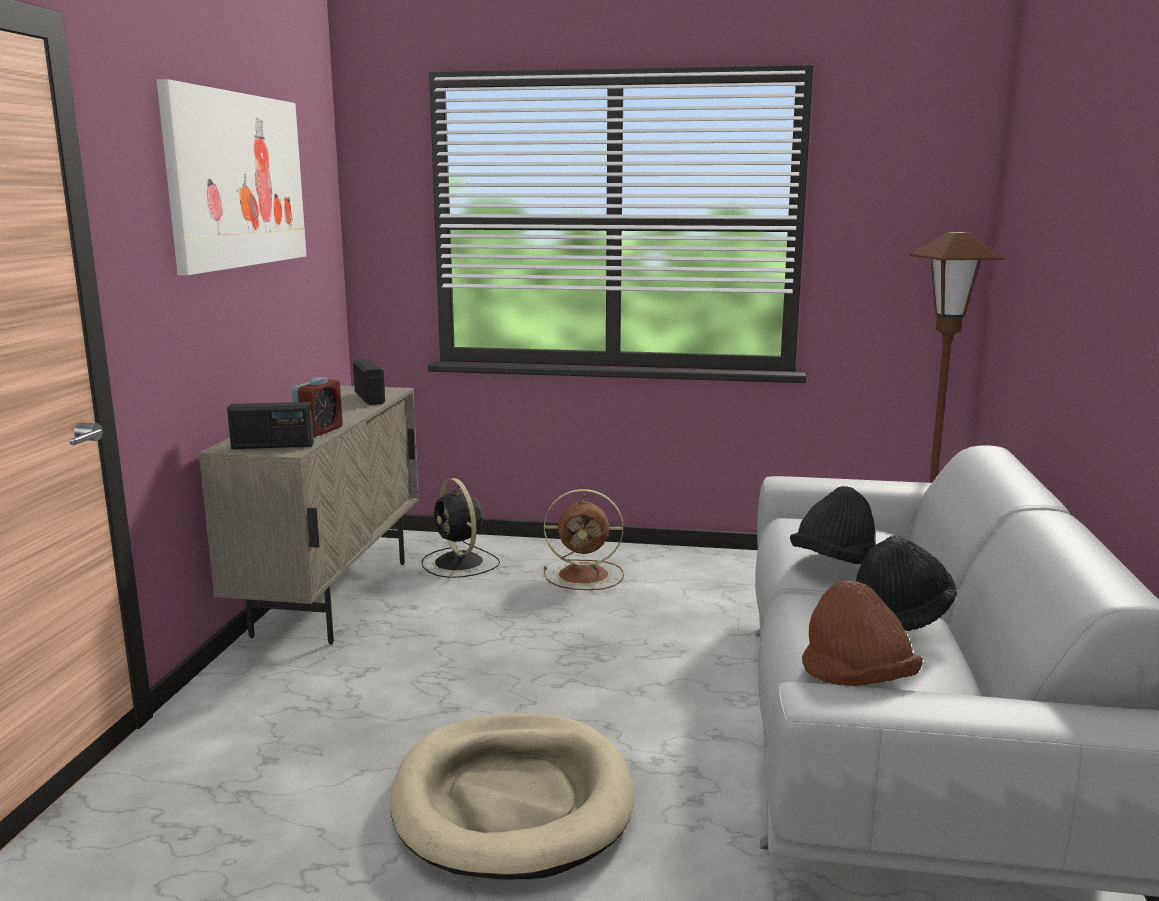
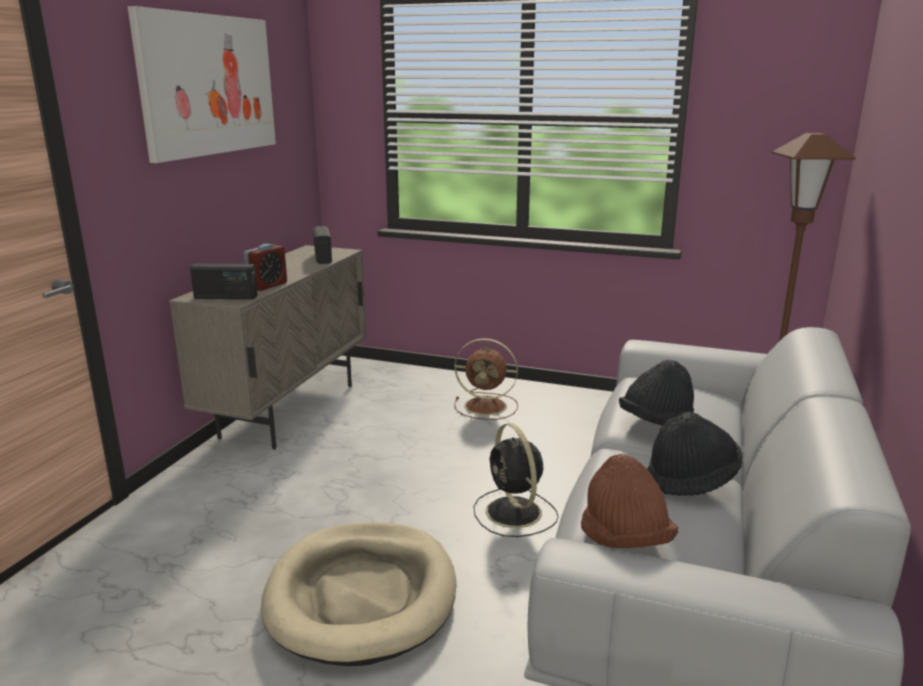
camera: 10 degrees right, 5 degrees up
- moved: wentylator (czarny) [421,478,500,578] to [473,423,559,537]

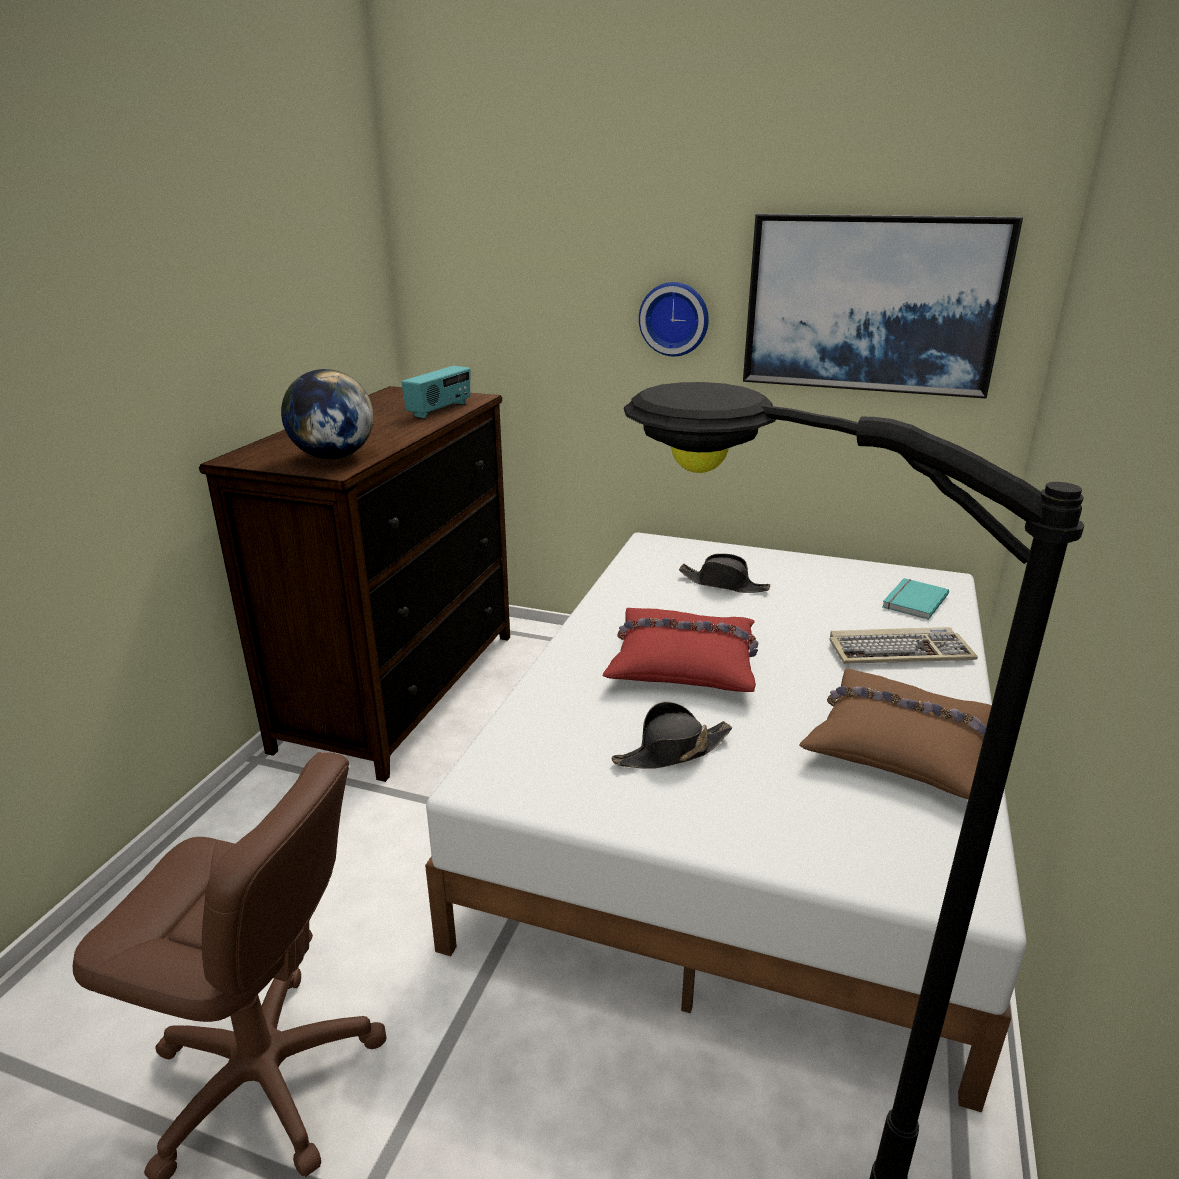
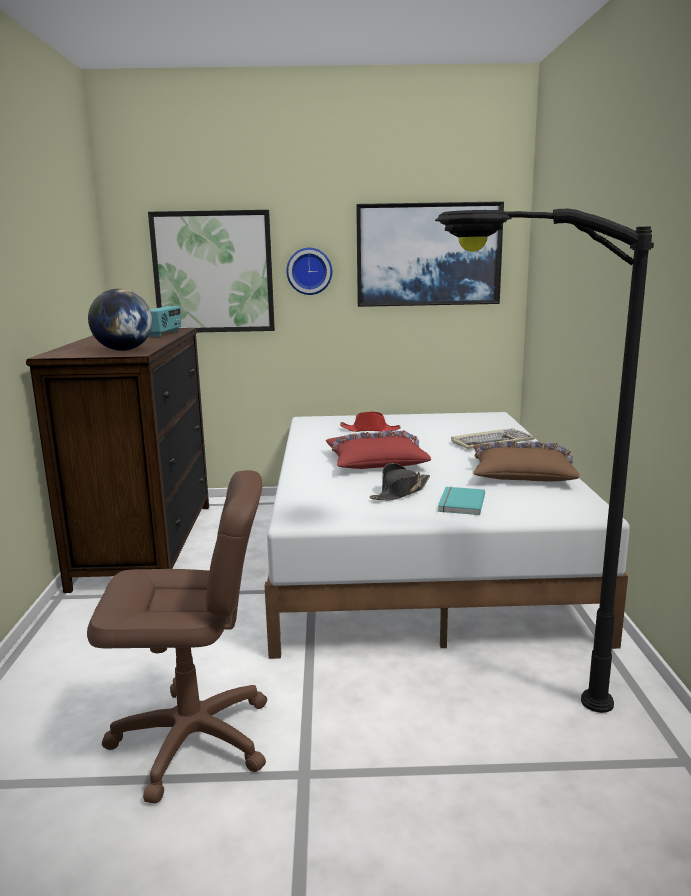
camera: 20 degrees left, 10 degrees down
- added: obraz [148,210,275,332]
- recoloured: kapelusz (czarny) [679,554,770,593] to kapelusz (czerwony) [340,412,401,432]
- moved: książka (turkusowy) [882,578,949,620] to [438,487,485,515]

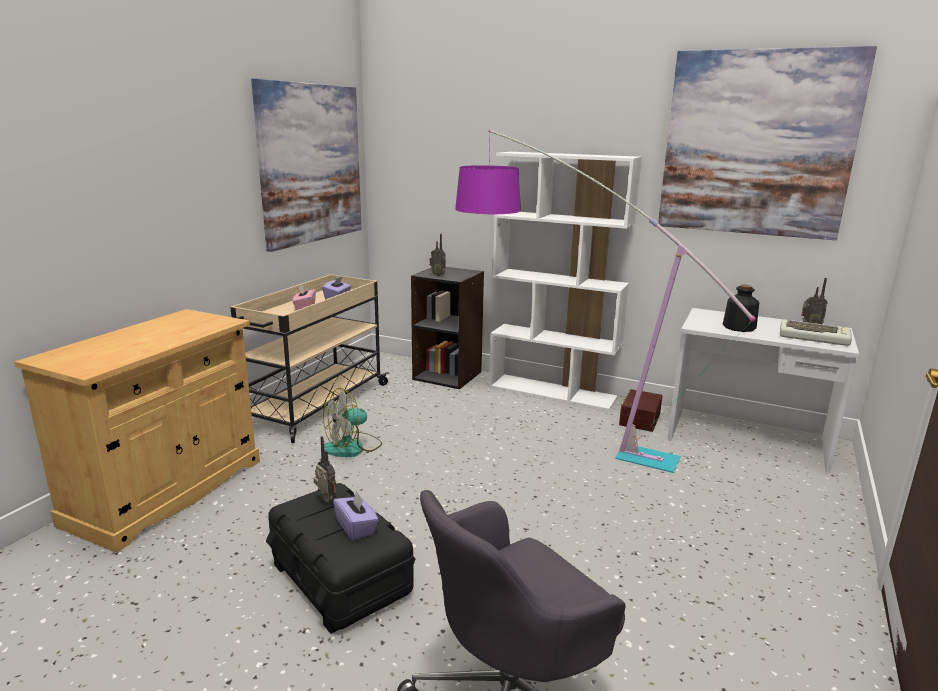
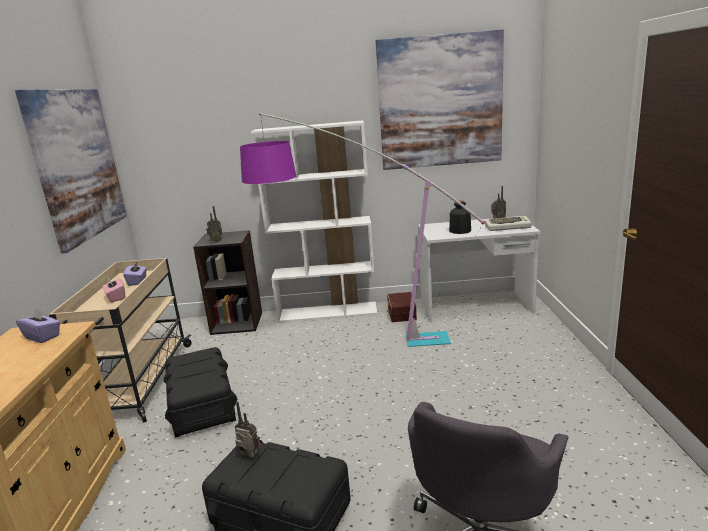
camera: 25 degrees left, 0 degrees up
- moved: pudełko chusteczek (fioletowy) [333,490,378,541] to [16,308,60,343]
- replaced: wentylator [323,388,382,457] to pojemnik do przechowywania (czarny) [164,347,237,438]

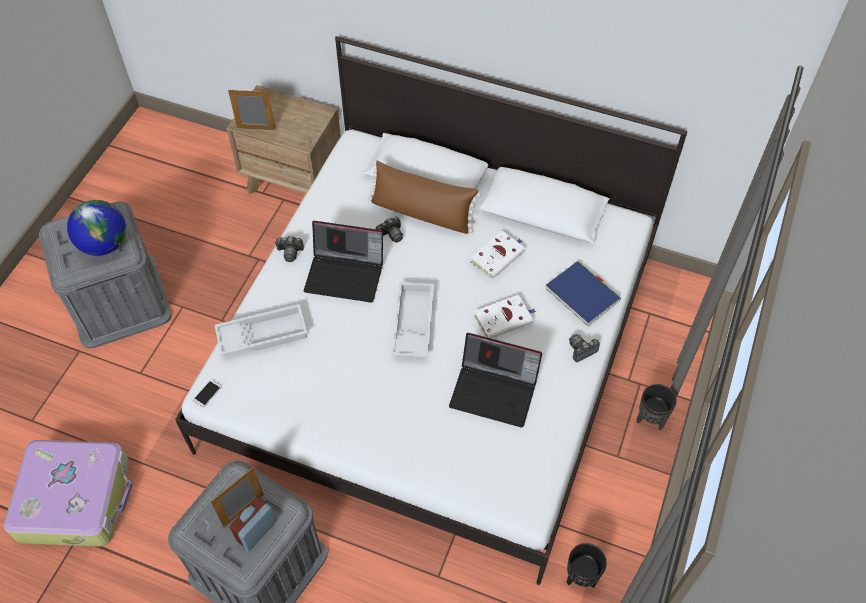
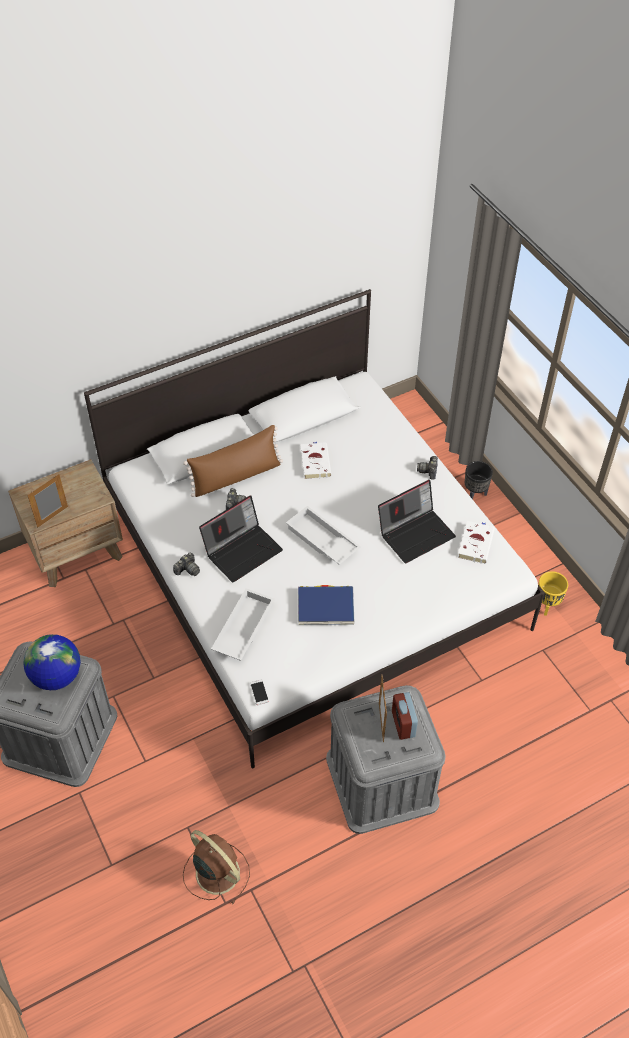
camera: 50 degrees left, 5 degrees down
- replaced: walizka [4,440,133,546] to wentylator (brązowy) [183,830,250,904]
- moved: książka (niebieski) [546,261,621,327] to [298,585,354,625]
- moved: książka (biały) [474,295,536,338] to [458,521,495,564]
- recoloured: donica (czarny) [567,543,607,588] to donica (żółty) [538,571,568,616]

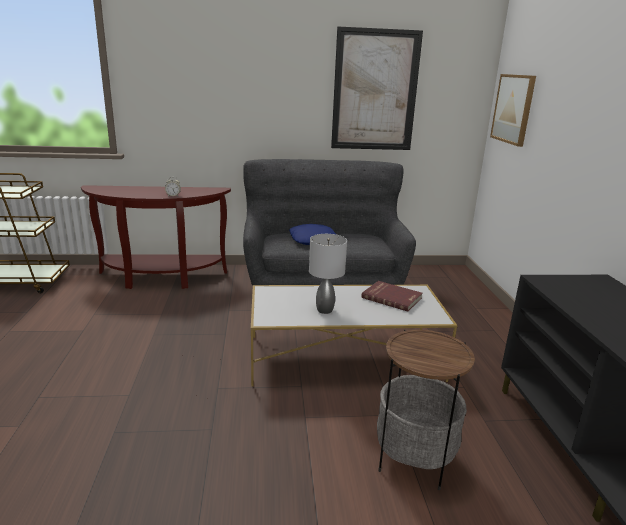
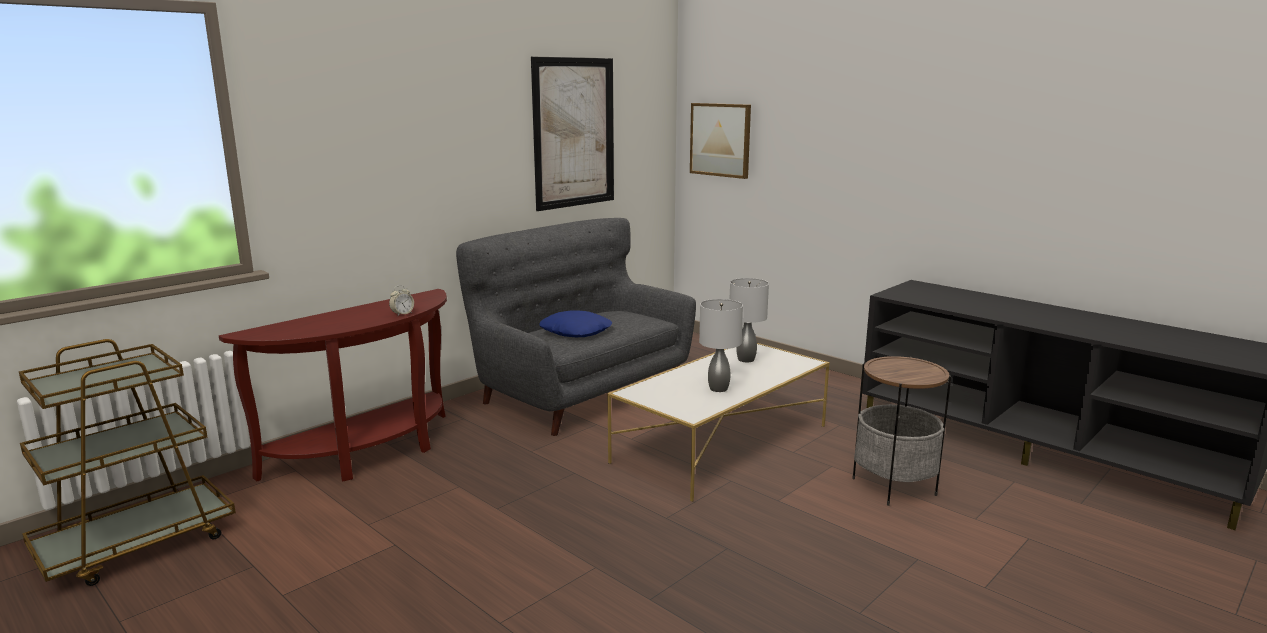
camera: 40 degrees left, 5 degrees down
- replaced: książka (czerwony) [361,281,422,312] to lampa stołowa (szary) [729,278,769,362]

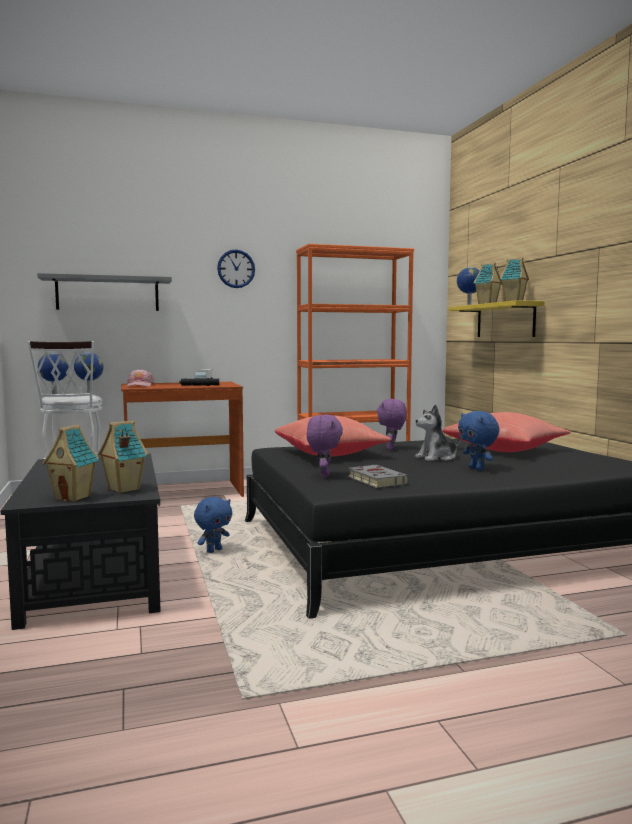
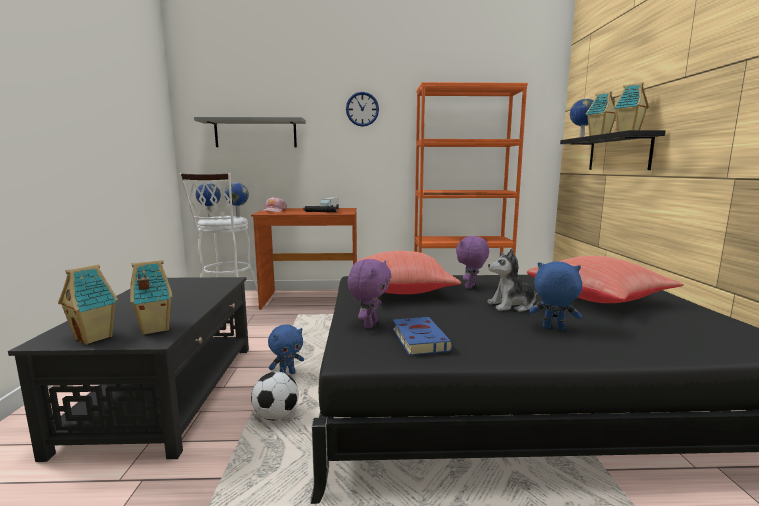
camera: 15 degrees right, 5 degrees up
- added: piłka futbolowa [251,372,299,420]
- recoloured: książka (szary) [348,465,409,488] to książka (niebieski) [393,317,453,355]
- turned: pluszak (niebieski) [458,411,499,471] = [529,261,582,331] 120 degrees clockwise
- recoloured: półka (żółty) [449,300,545,337] to półka (czarny) [560,130,666,170]

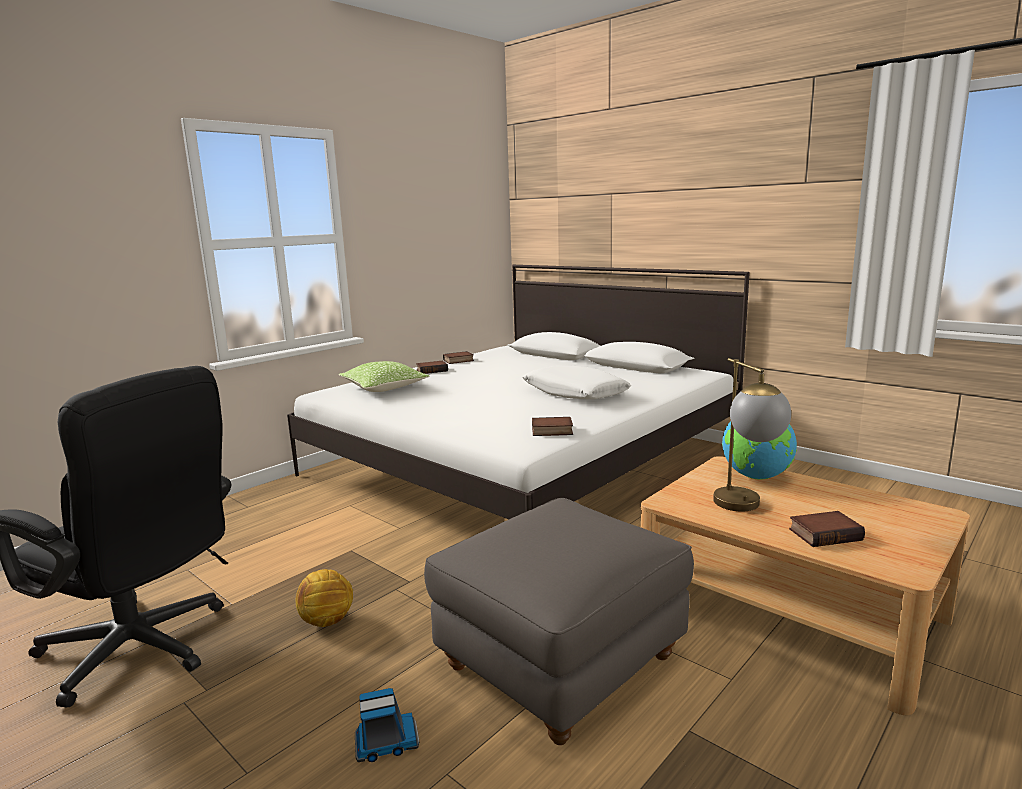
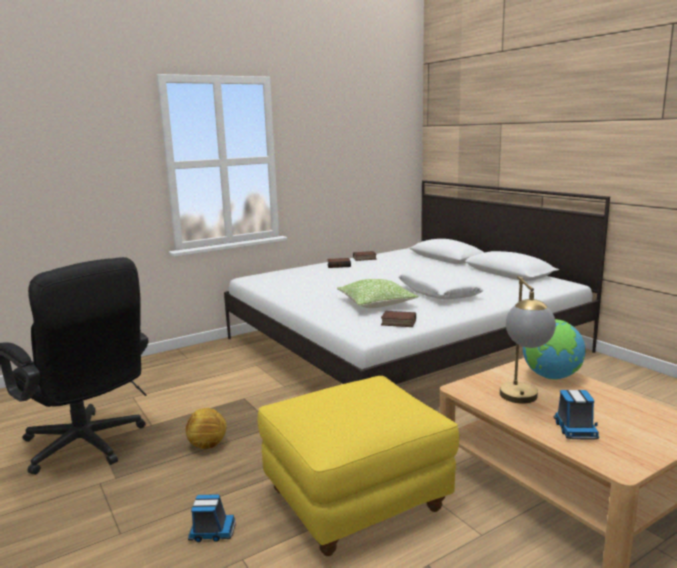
camera: 15 degrees right, 0 degrees up
- recoloured: pufa (szary) [424,498,694,745] to pufa (żółty) [258,376,459,556]
- moved: poduszka [339,361,429,392] to [337,279,419,308]
- replaced: książka [789,511,865,547] to ciężarówka zabawkowa [553,390,599,440]

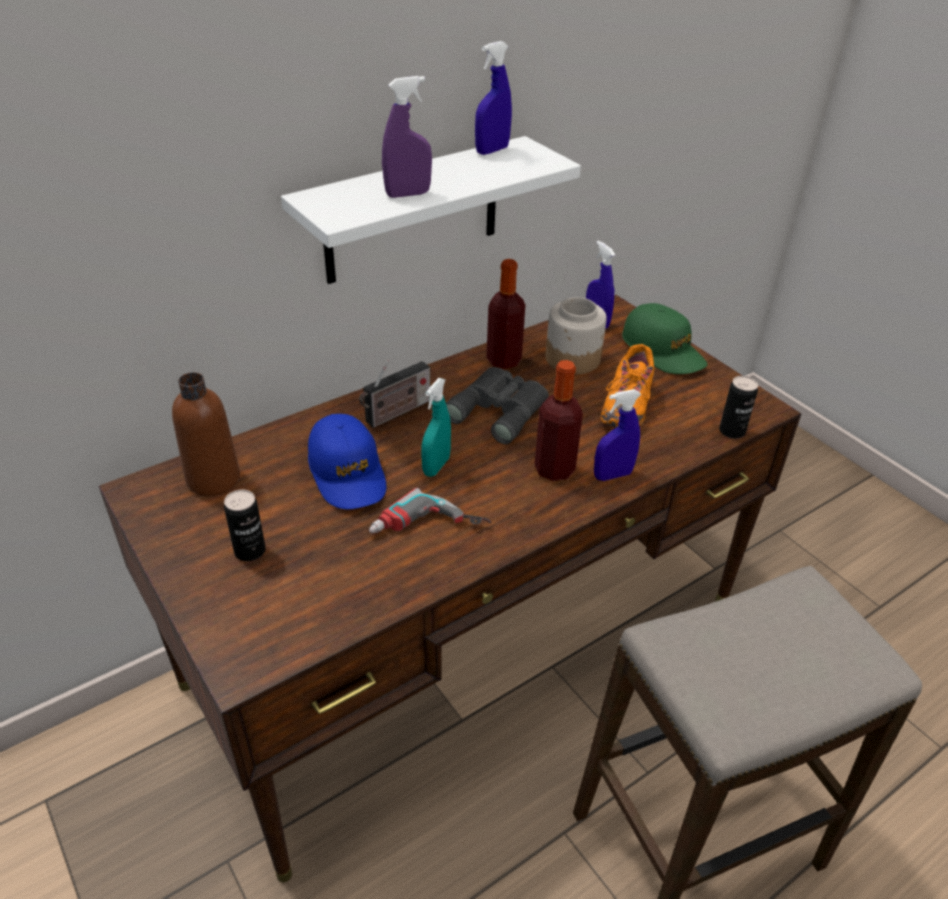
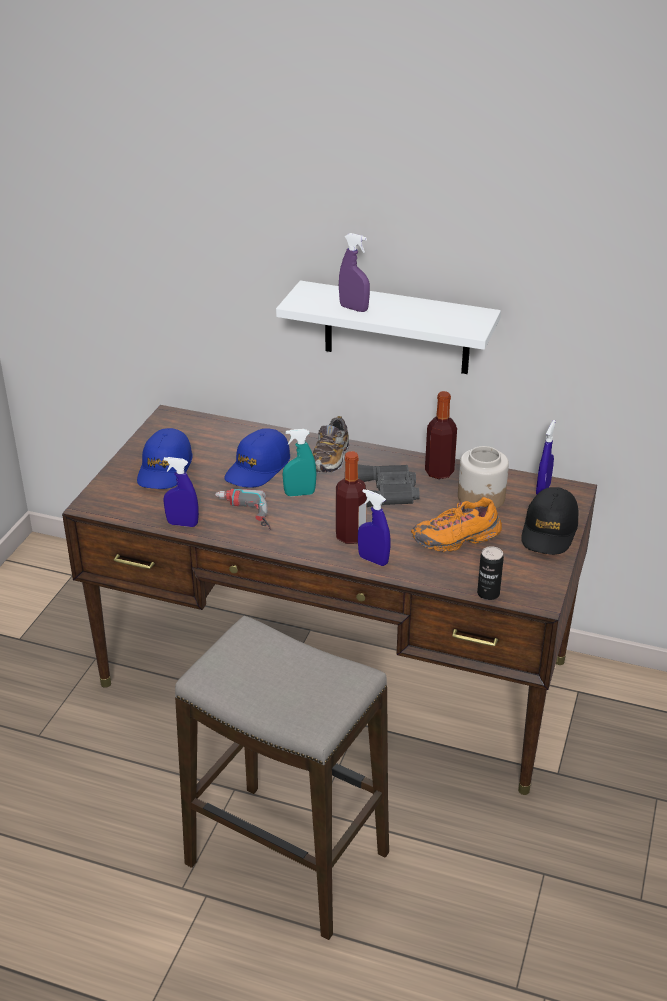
camera: 55 degrees right, 5 degrees down
- replaced: puszka [224,490,266,561] to czapka z daszkiem (niebieski) [137,428,193,489]
- moved: spryskiwacz (niebieski) [475,41,512,155] to [164,457,199,527]
- replaced: radio [359,360,430,428] to but [312,416,349,473]
- recoloured: czapka z daszkiem (zielony) [622,303,708,374] to czapka z daszkiem (czarny) [521,487,578,555]
- removed: butelka (brązowy) [172,372,240,496]

